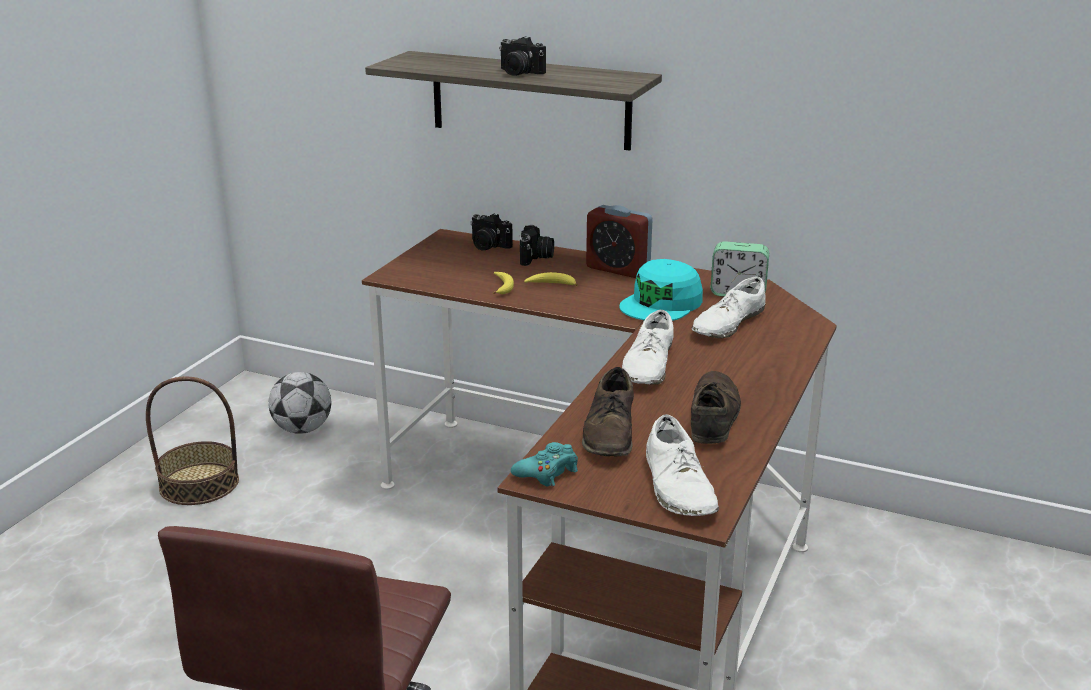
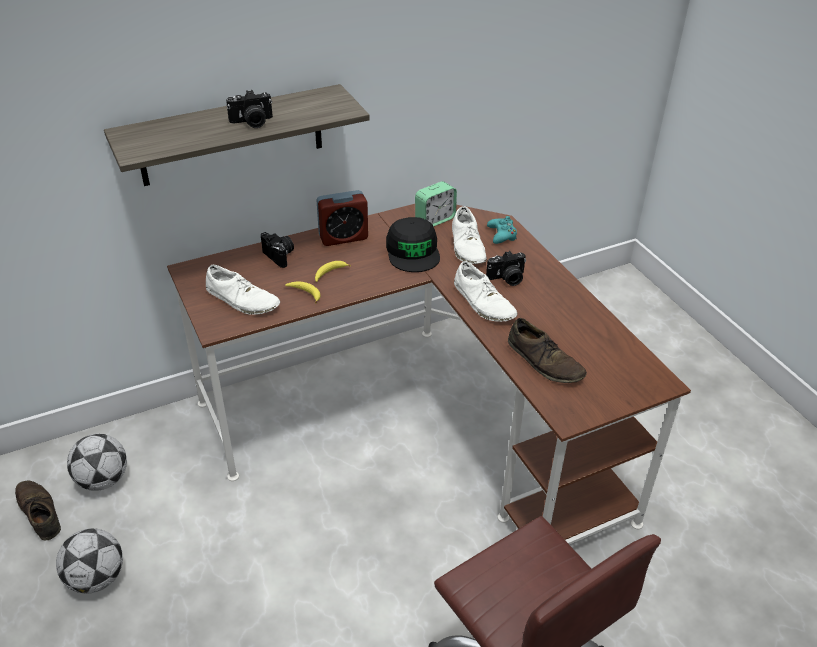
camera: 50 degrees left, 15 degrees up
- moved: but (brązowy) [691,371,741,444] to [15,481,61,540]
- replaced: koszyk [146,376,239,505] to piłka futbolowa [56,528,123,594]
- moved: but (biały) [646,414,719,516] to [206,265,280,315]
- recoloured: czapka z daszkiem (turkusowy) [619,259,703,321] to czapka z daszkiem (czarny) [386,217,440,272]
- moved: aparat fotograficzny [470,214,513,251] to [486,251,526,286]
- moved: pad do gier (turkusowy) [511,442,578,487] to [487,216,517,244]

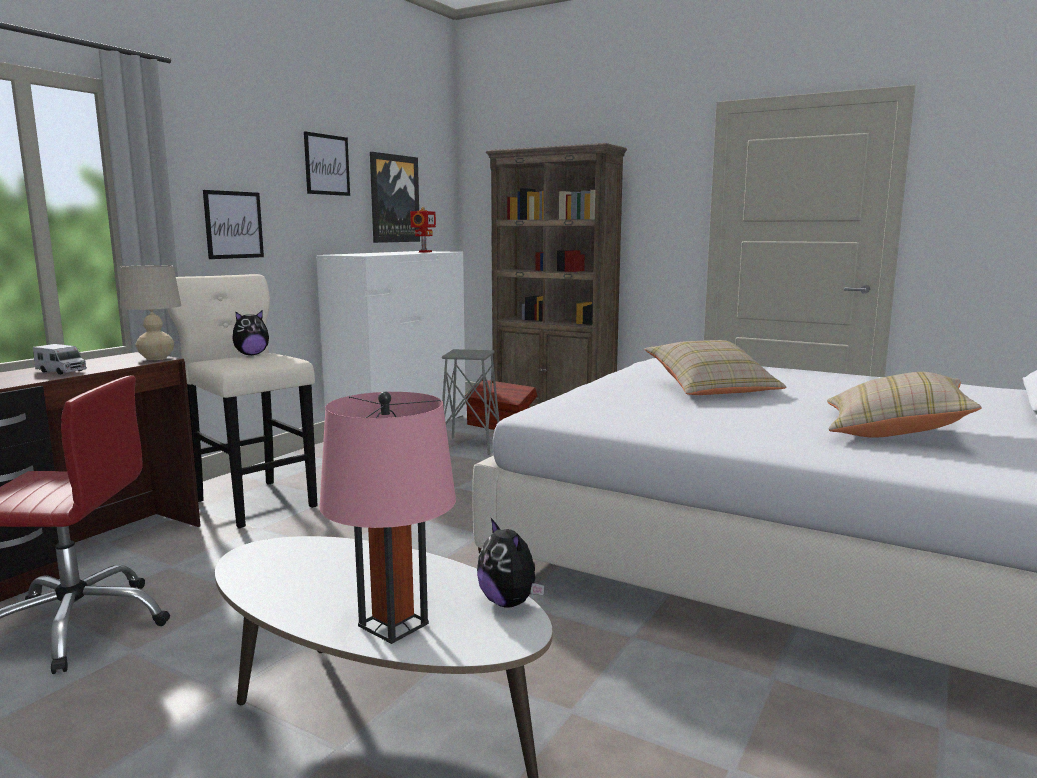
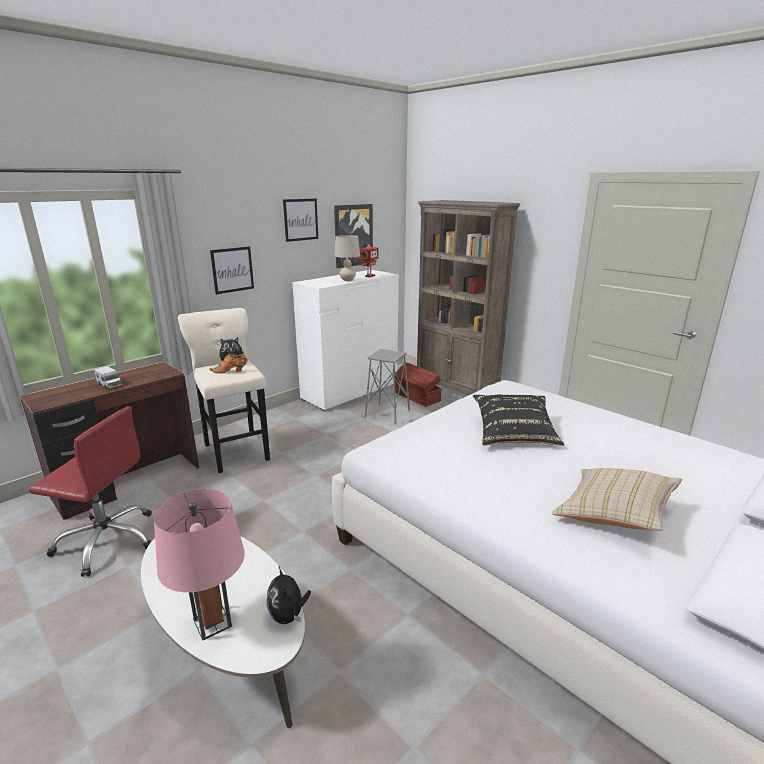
camera: 15 degrees right, 10 degrees up
- added: but (pomarańczowy) [210,354,248,374]
- moved: lampa stołowa (beżowy) [120,265,181,360] to [334,235,360,281]
- recoloured: poduszka (beżowy) [645,340,786,395] to poduszka (czarny) [473,394,564,446]

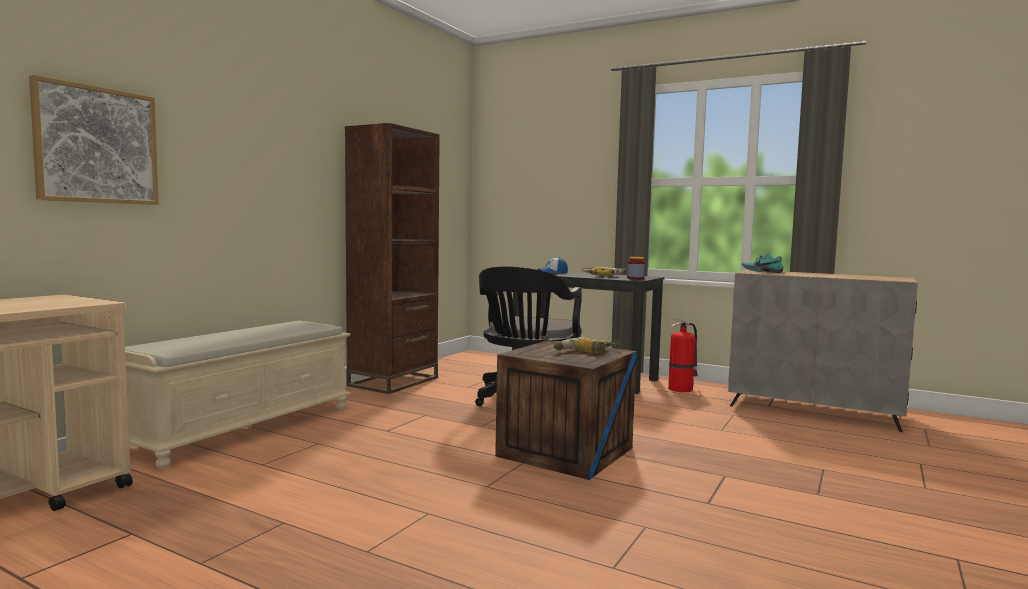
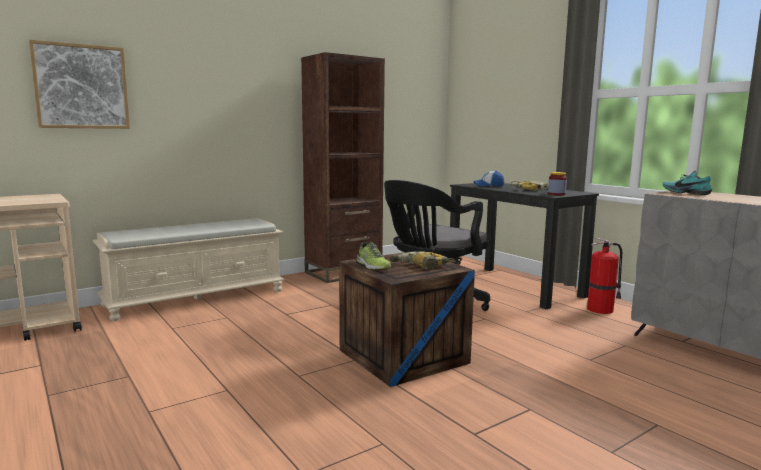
camera: 25 degrees right, 5 degrees up
- added: but [357,242,391,269]

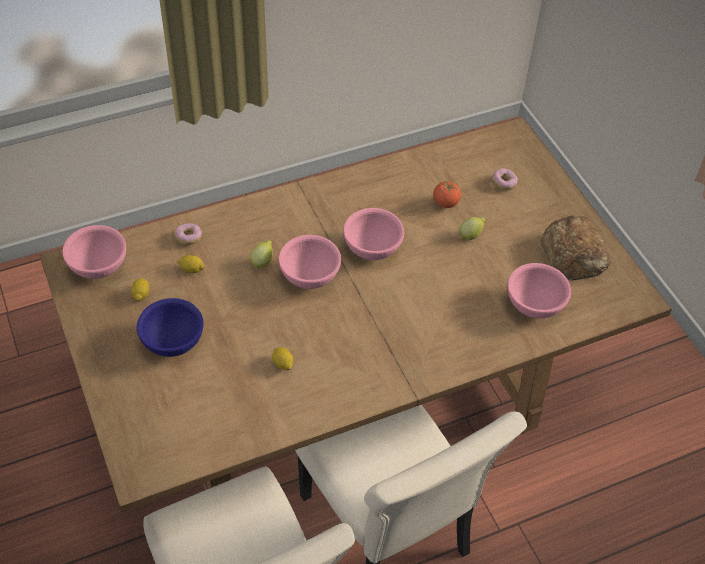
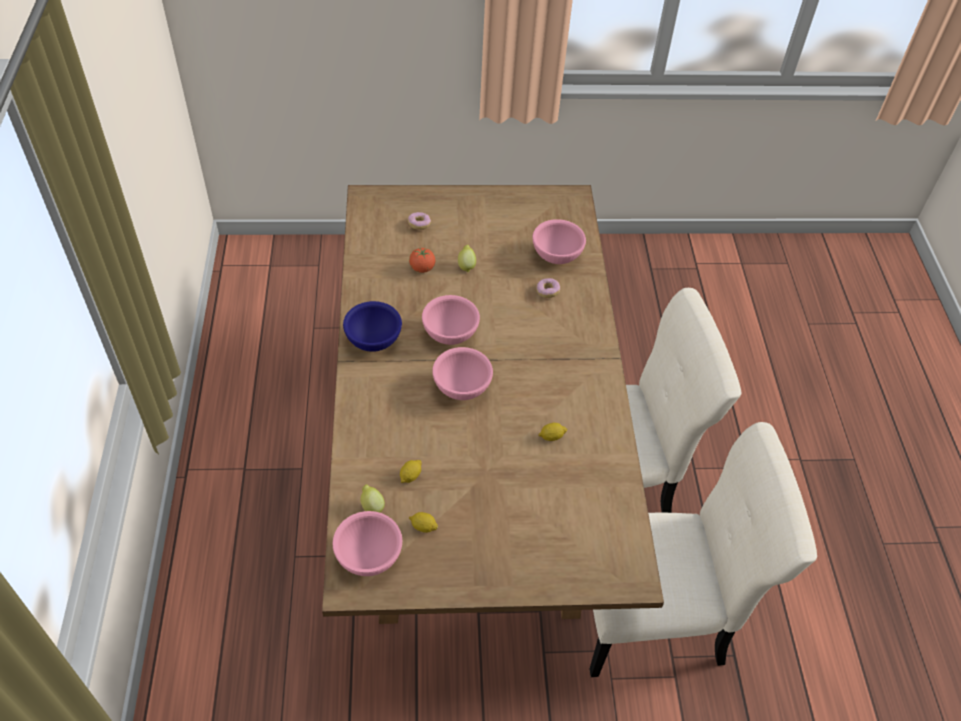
camera: 70 degrees left, 0 degrees up
- moved: miska (niebieski) [137,298,203,357] to [343,301,402,352]
- moved: cytryna [250,240,273,269] to [361,484,385,513]
- moved: donut [175,223,202,245] to [536,278,560,298]
- removed: chleb [541,215,611,281]

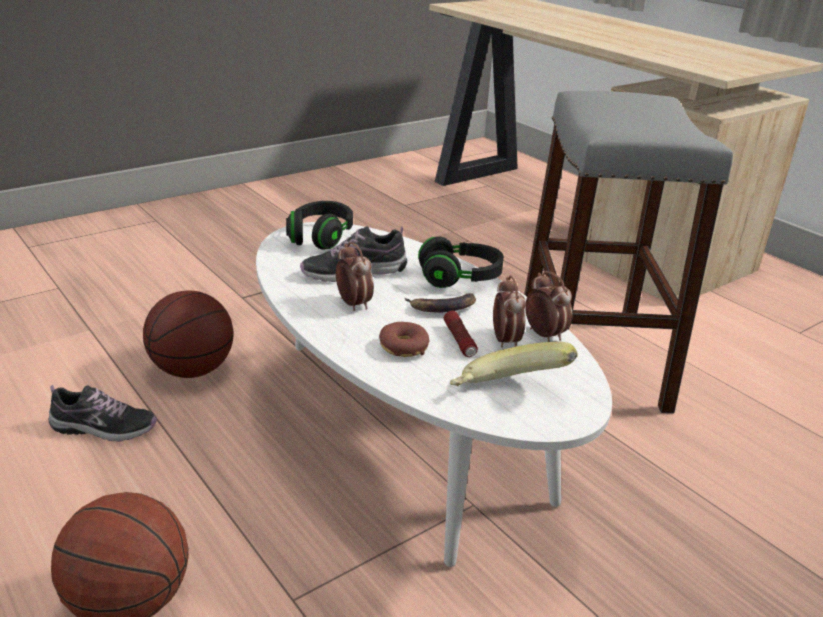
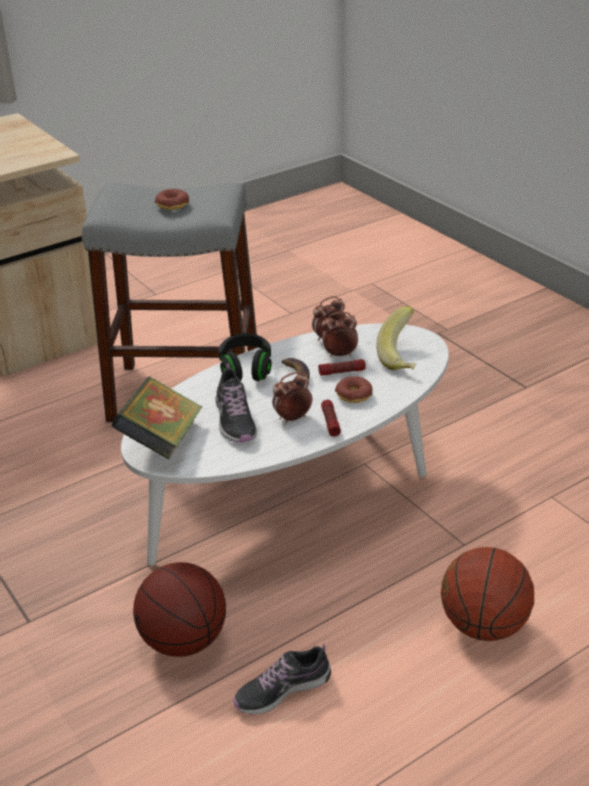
camera: 85 degrees left, 5 degrees up
- replaced: słuchawki (czarny) [286,201,353,250] to książka [111,377,202,459]
- added: donut [155,189,189,210]
- turned: but [49,385,157,442] = [233,644,331,714] 120 degrees counterclockwise
- added: latarka [321,400,341,437]

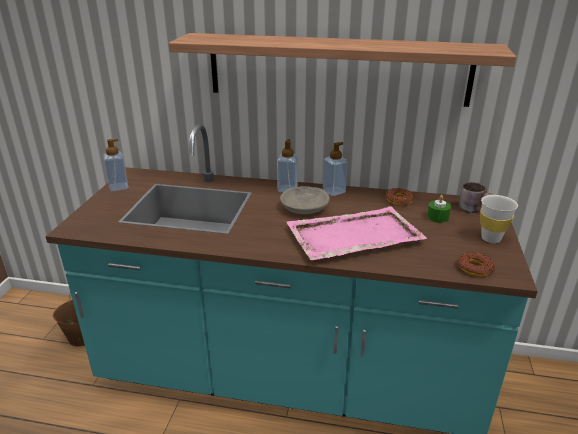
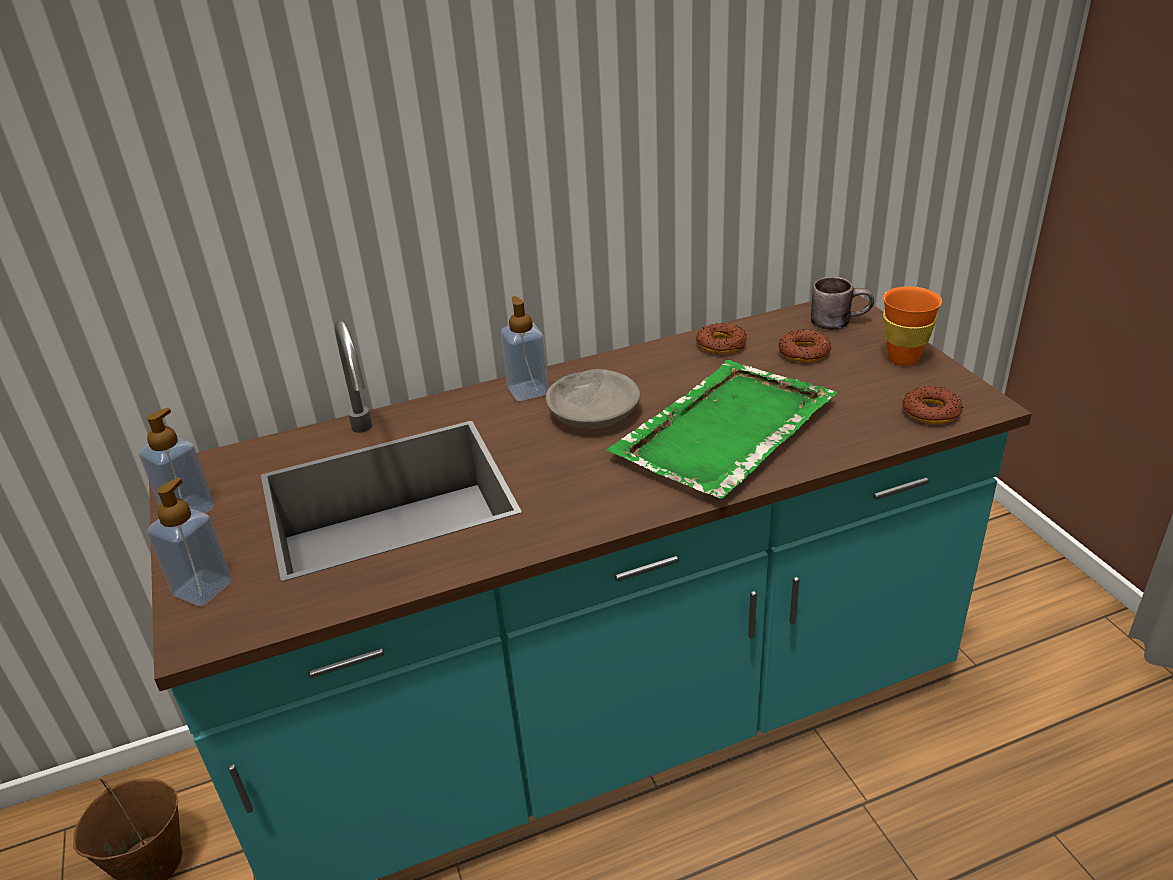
camera: 30 degrees left, 5 degrees up
- moved: dozownik mydła [323,142,348,196] to [147,477,232,606]
- recoloured: taca (różowy) [286,206,427,260] to taca (zielony) [606,360,837,498]
- replaced: świeca (zielony) [427,195,451,223] to donut [779,329,831,363]
- recoloured: filiżanka (biały) [480,195,518,243] to filiżanka (pomarańczowy) [883,286,942,366]
- removed: półka [168,33,516,107]

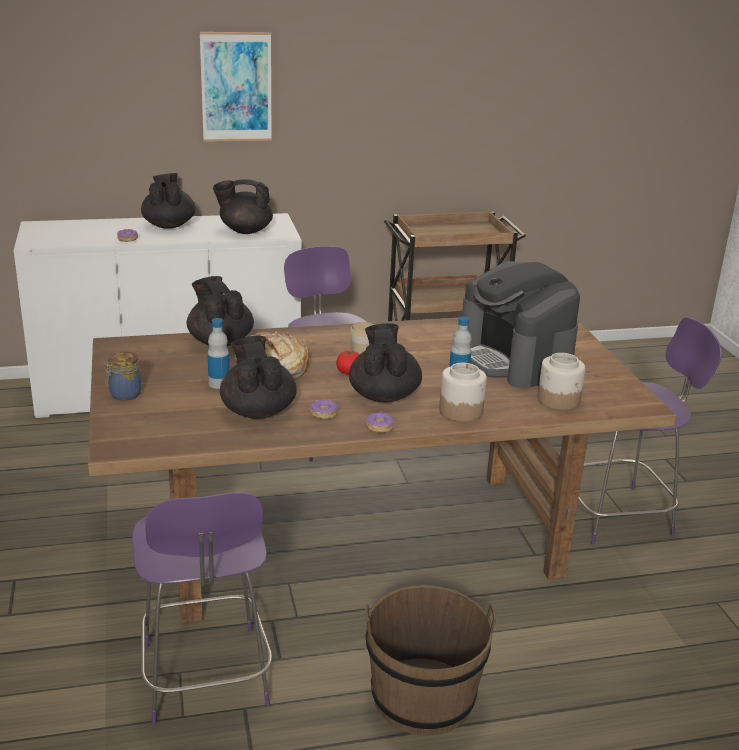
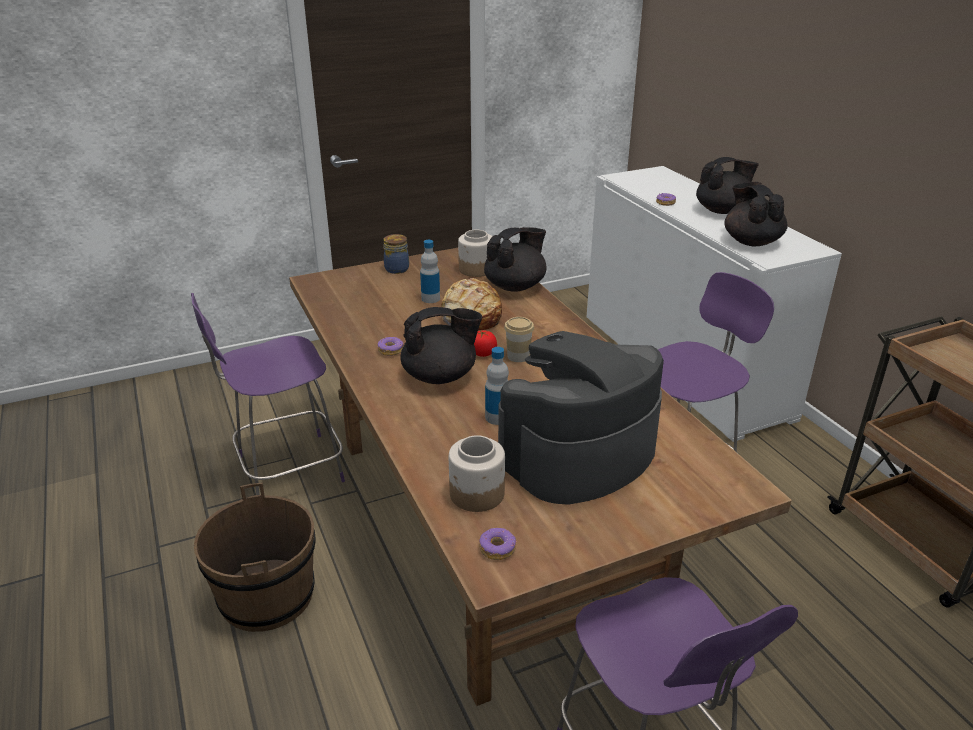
camera: 80 degrees right, 5 degrees up
- moved: słoik [439,363,487,422] to [458,230,492,277]
- moved: donut [365,412,394,433] to [479,528,516,560]
- removed: obraz [200,32,272,142]
- removed: imbryk (czarny) [220,336,297,419]

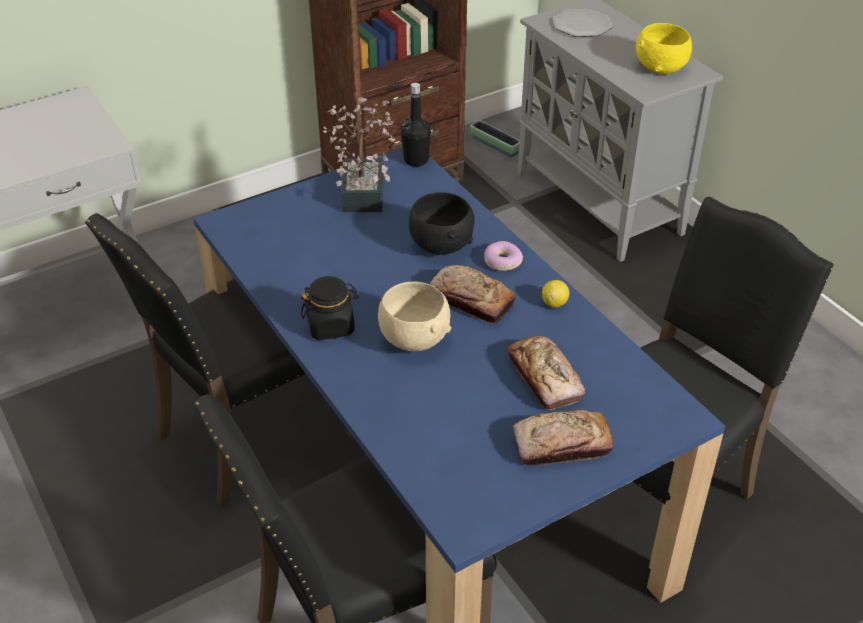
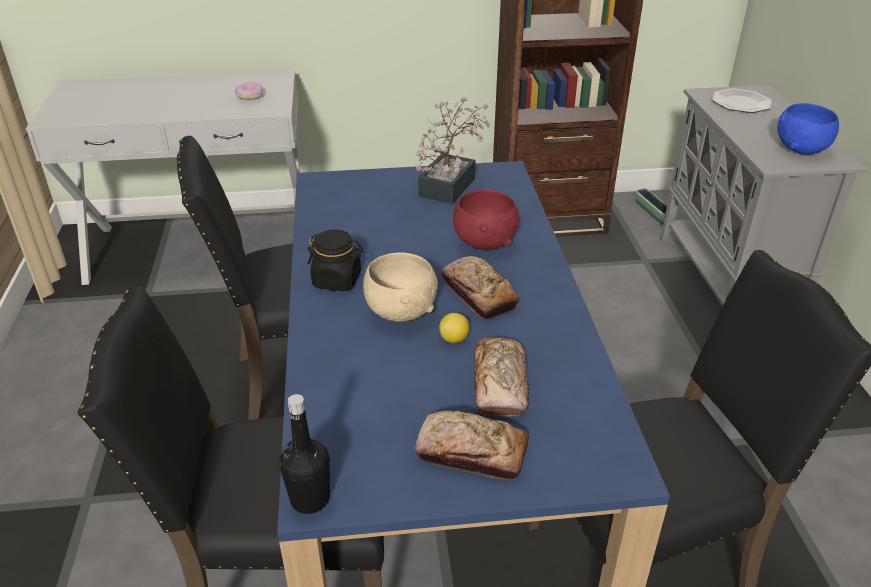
camera: 25 degrees right, 5 degrees down
- moved: donut [484,241,523,271] to [235,82,264,100]
- moved: butelka (czarny) [401,83,431,167] to [279,394,330,514]
- moved: cytryna [542,280,569,308] to [439,313,470,343]
- recoloured: miska (czarny) [409,192,475,255] to miska (czerwony) [453,190,519,250]
- recoloured: miska (żółty) [636,23,692,74] to miska (niebieski) [777,103,839,155]

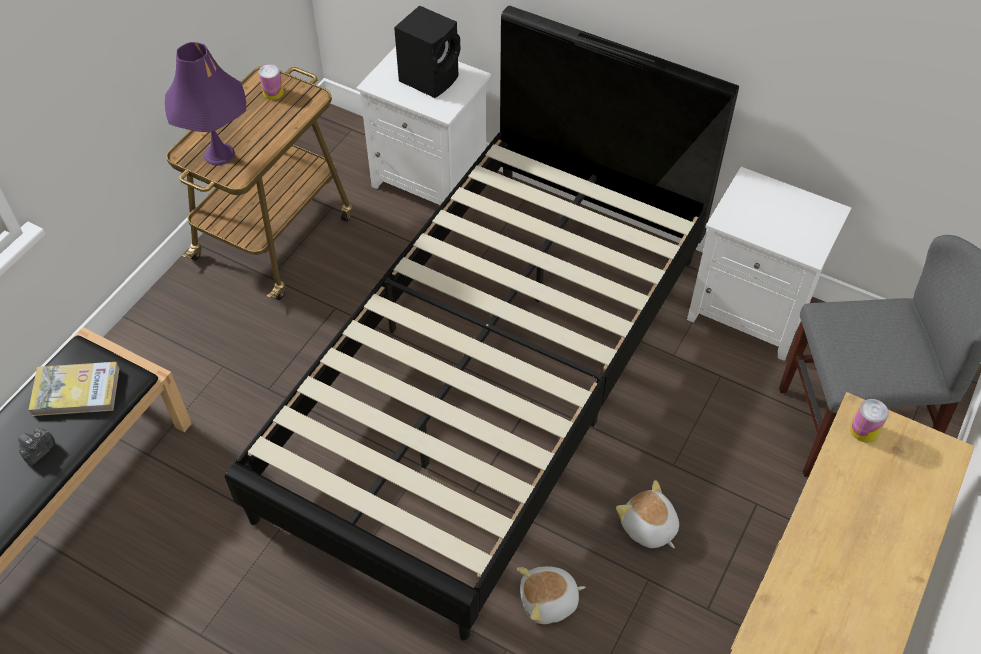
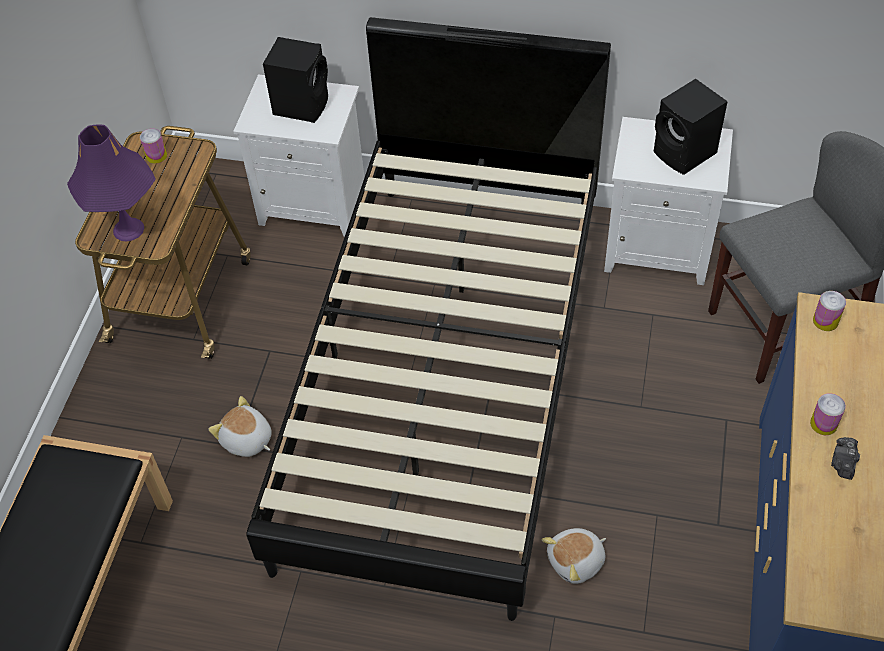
camera: 15 degrees left, 0 degrees up
- moved: pluszak [616,480,679,548] to [209,396,272,457]
- added: głośnik (czarny) [653,79,728,175]
- added: puszka [810,393,846,435]
- moved: aparat fotograficzny [18,428,55,466] to [831,437,860,480]
- removed: książka [29,362,120,416]

